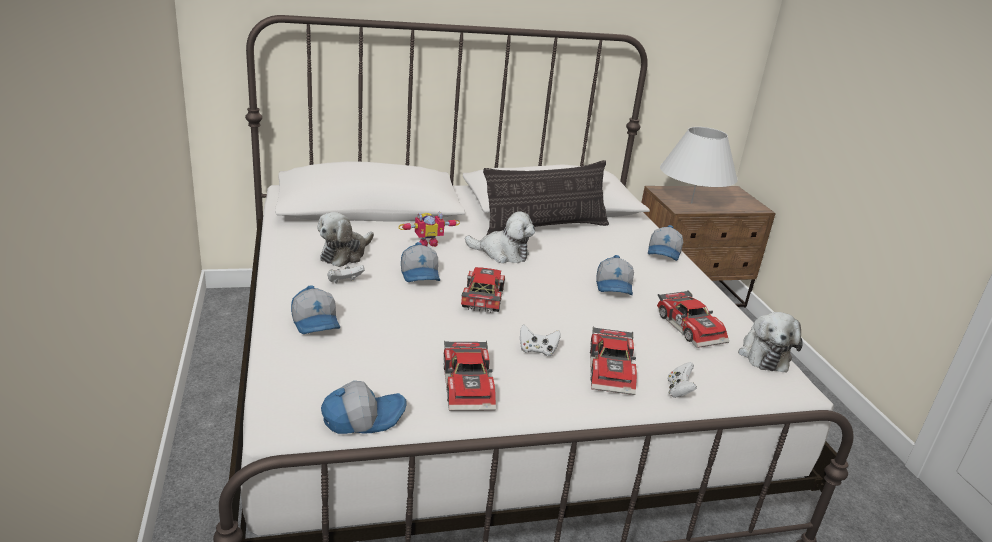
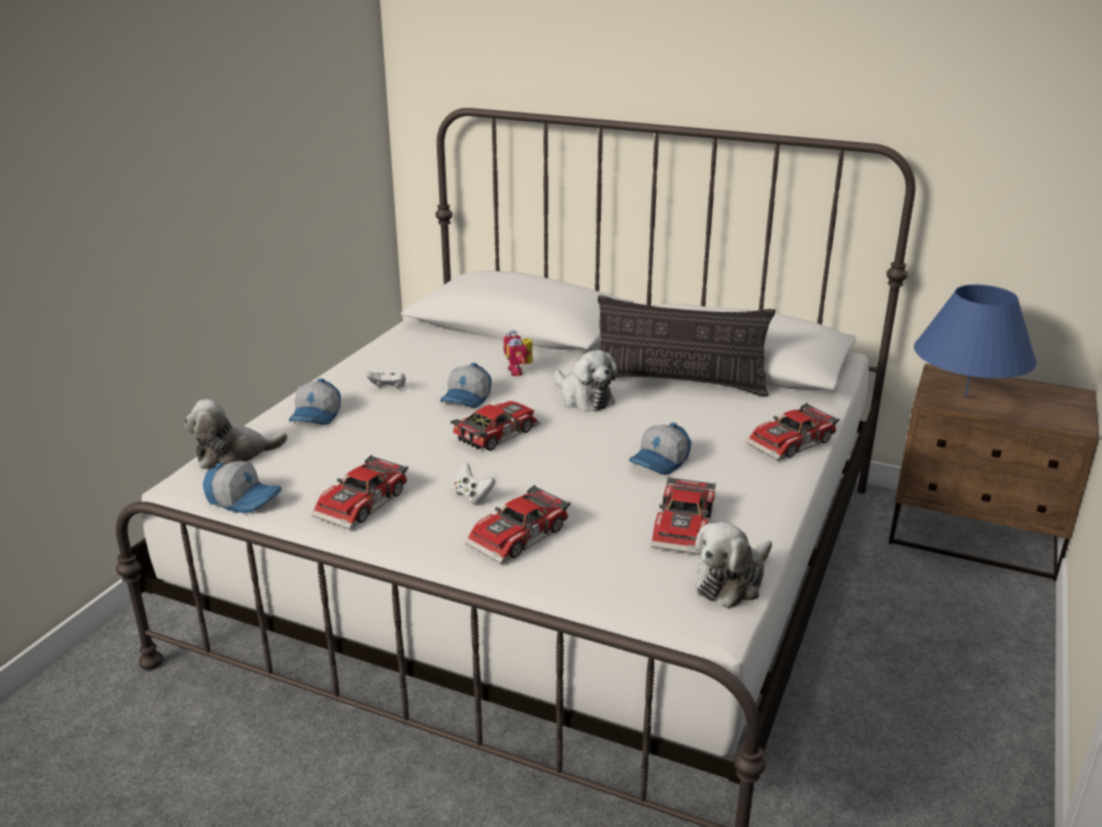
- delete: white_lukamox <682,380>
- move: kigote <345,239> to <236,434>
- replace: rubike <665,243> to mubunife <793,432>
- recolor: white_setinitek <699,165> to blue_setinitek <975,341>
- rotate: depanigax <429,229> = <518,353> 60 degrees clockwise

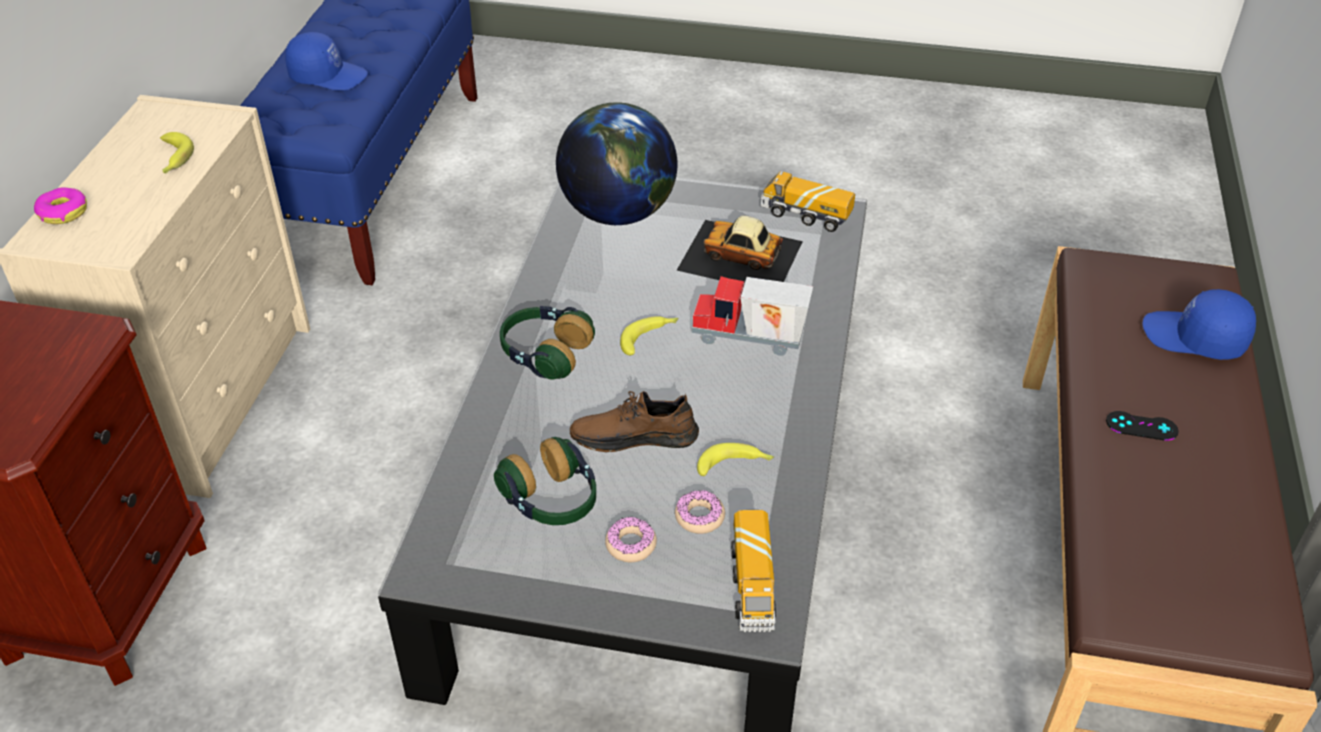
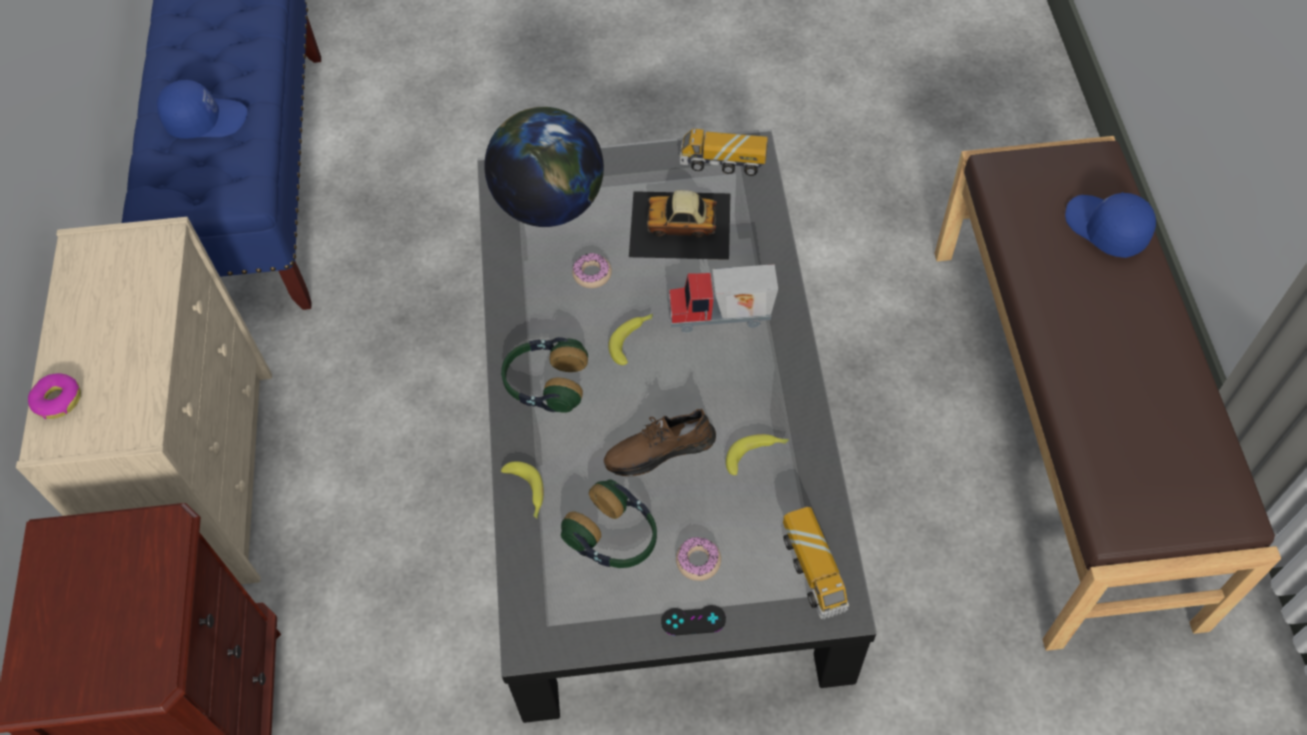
- move: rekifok <177,152> to <522,490>
- move: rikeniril <700,512> to <592,270>
- move: black_lukamox <1142,426> to <693,620>
- rotate: blue_rubike <1199,324> = <1110,225> 45 degrees clockwise

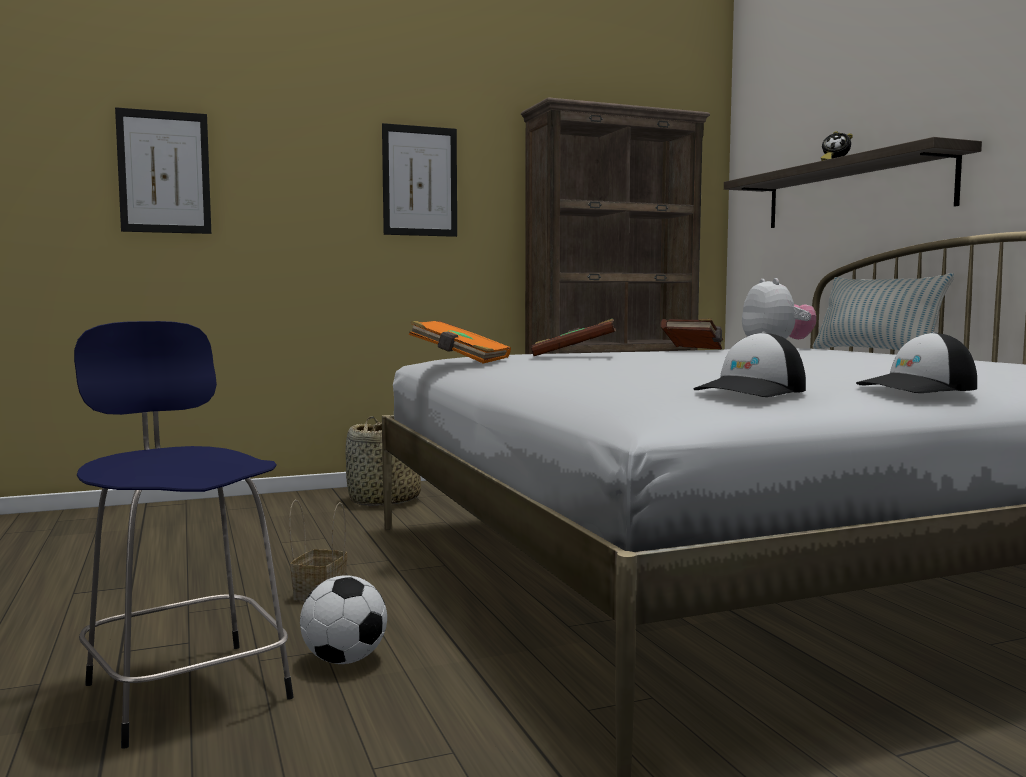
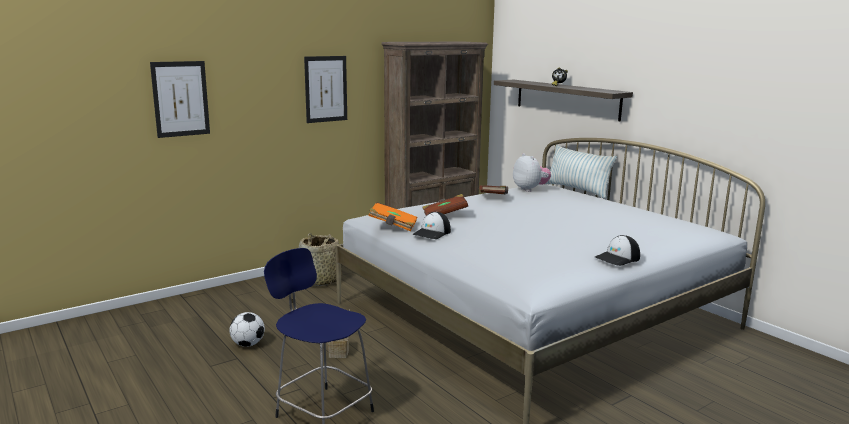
- move: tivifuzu <343,619> to <247,329>
- move: rubike <749,364> to <432,225>

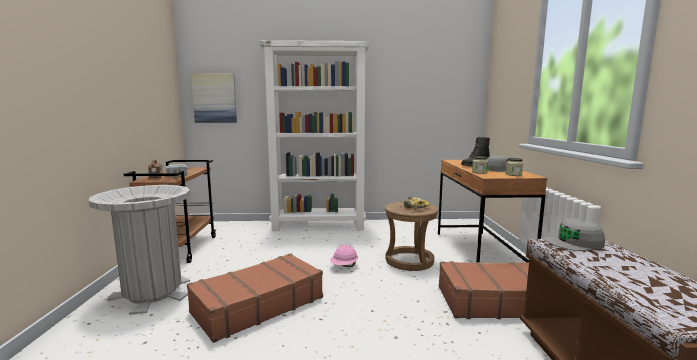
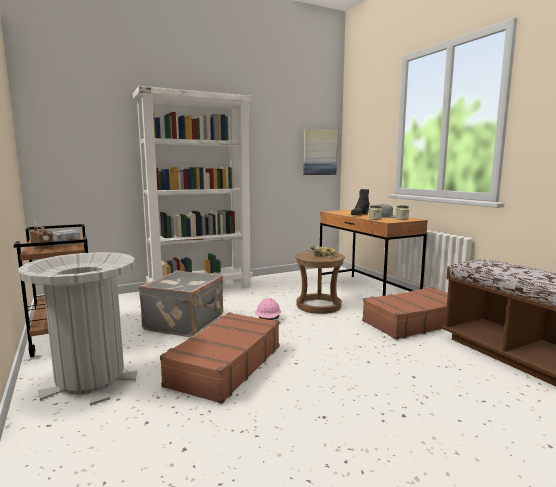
- delete: grey_rubike <575,235>
- insert: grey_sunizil <180,303>
- move: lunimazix <214,98> to <320,152>

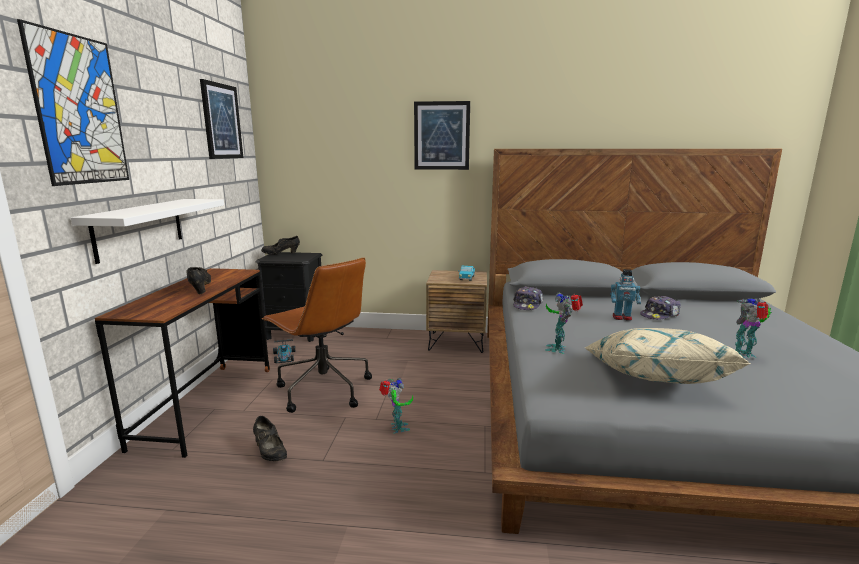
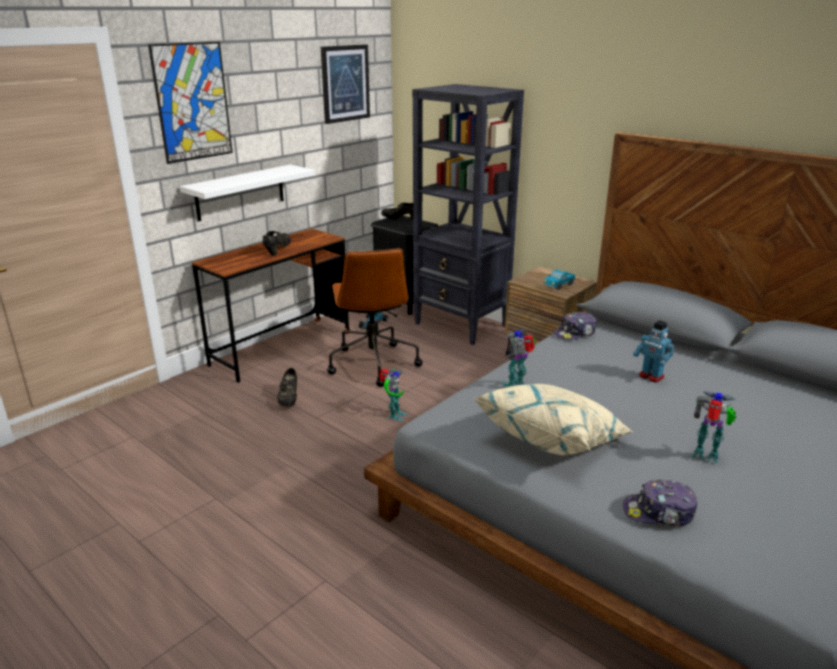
- delete: lunimazix <442,135>
- insert: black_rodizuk <468,214>
- move: rubike <660,308> to <660,503>

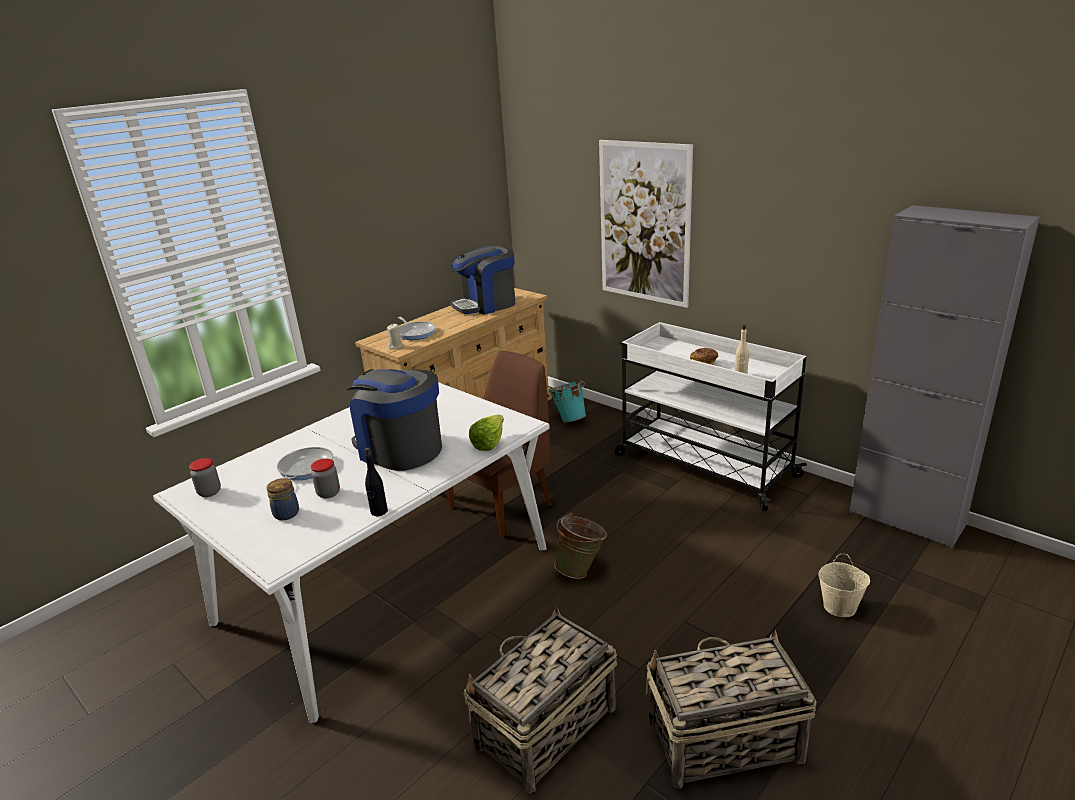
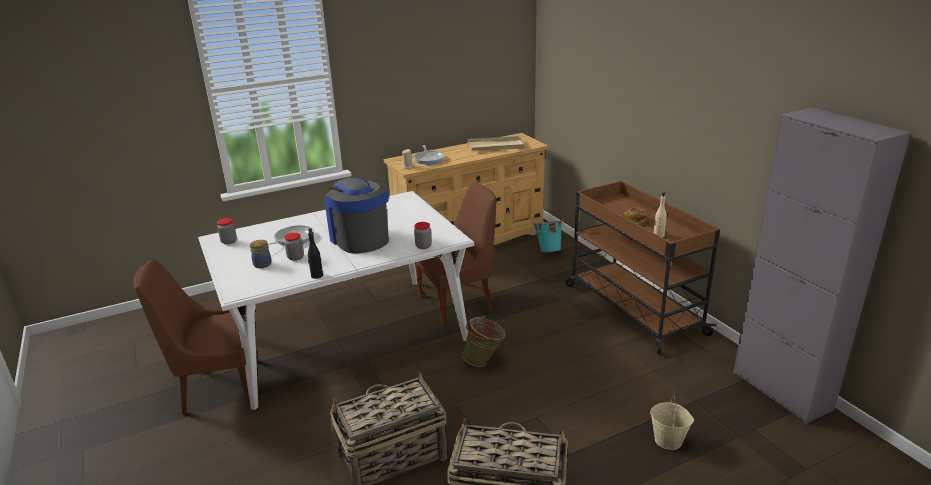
- delete: lunimazix <646,224>
- insert: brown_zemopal <196,336>
- replace: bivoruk <482,280> to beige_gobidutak <496,143>
- replace: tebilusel <486,433> to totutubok <423,235>
- recolor: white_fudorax <710,416> to brown_fudorax <642,268>

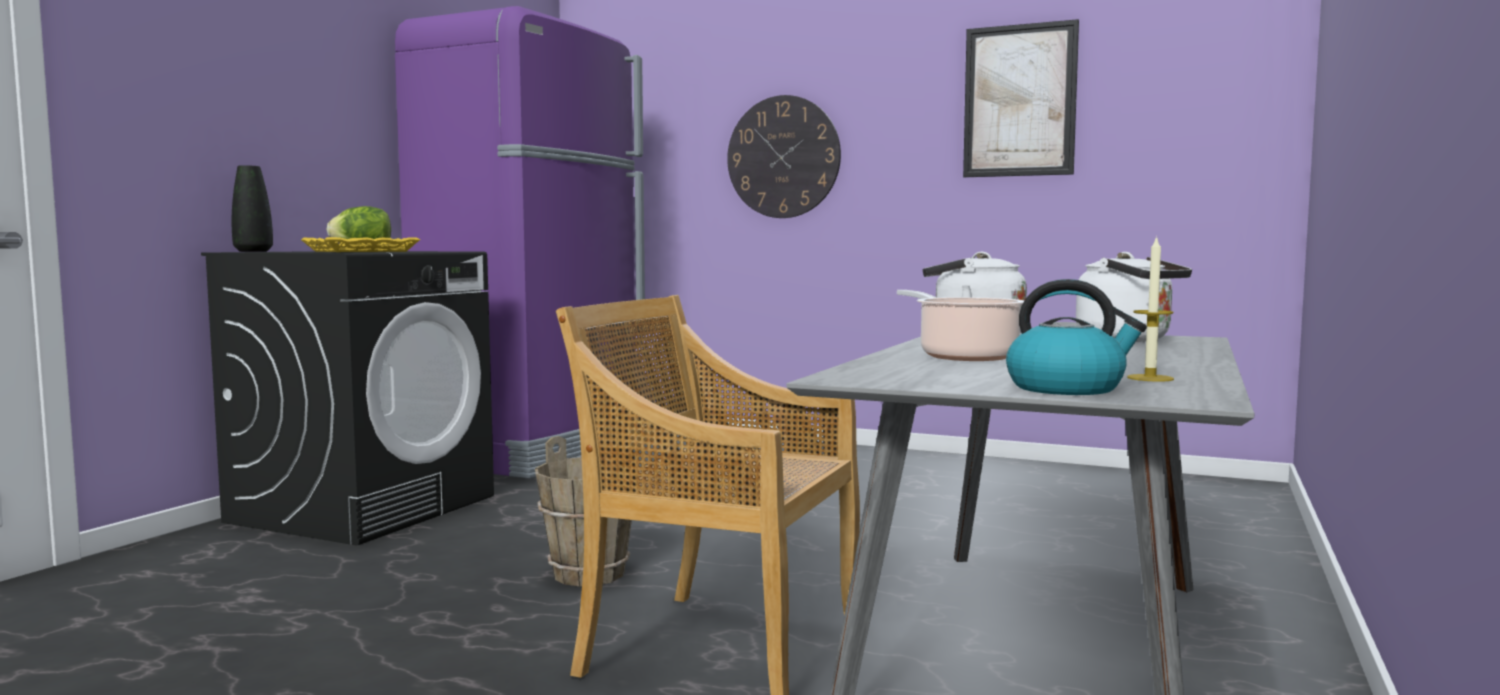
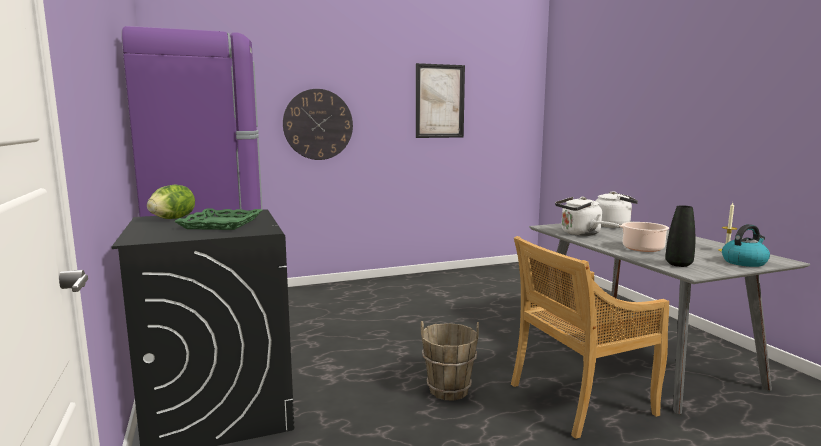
- move: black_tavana <252,208> to <680,236>
- recolor: yellow_gobidutak <360,244> to green_gobidutak <218,219>

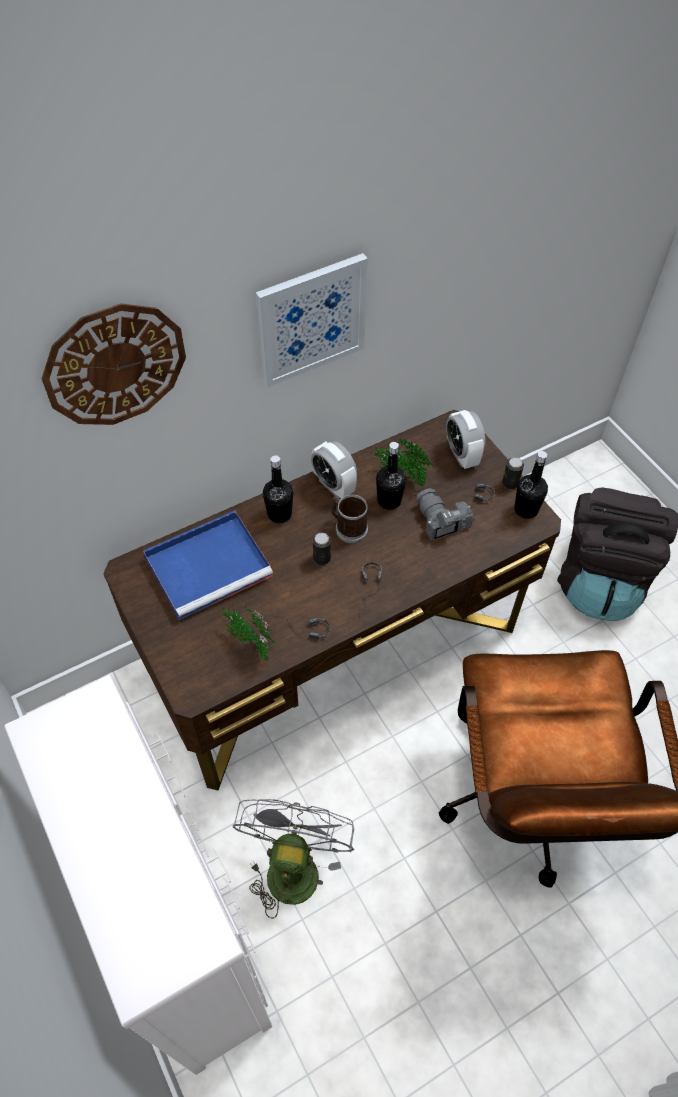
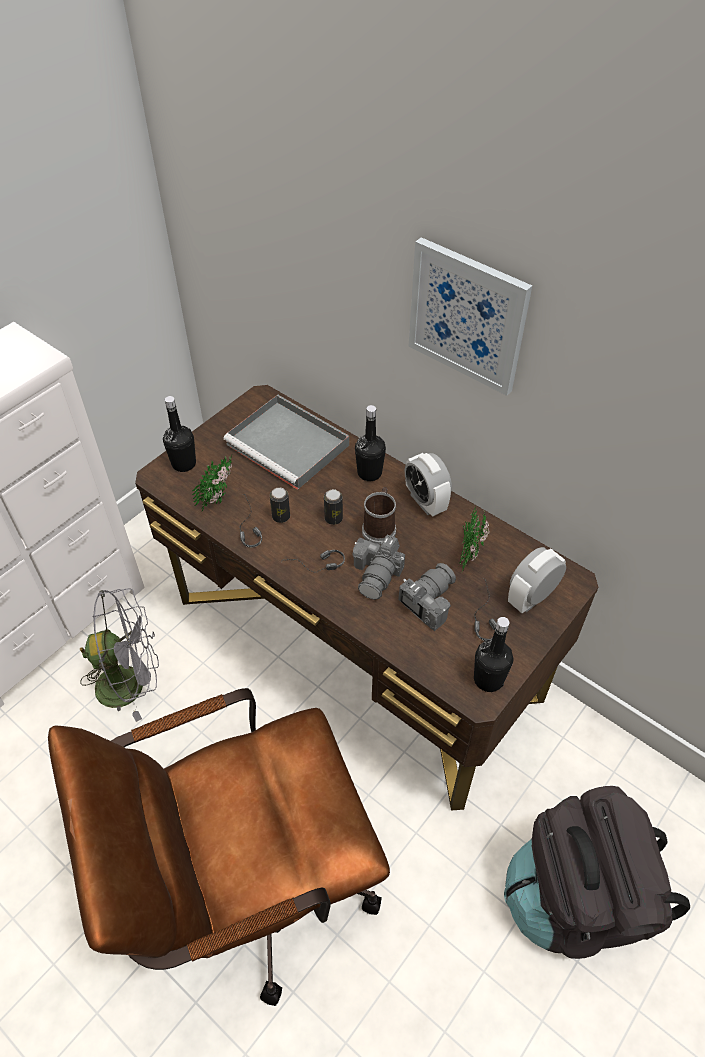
- delete: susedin <114,364>
- insert: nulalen <379,567>
- move: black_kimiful <391,476> to <179,434>
- move: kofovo <513,473> to <280,505>
- recolor: blue_gobidutak <208,565> to grey_gobidutak <286,442>
- rotate: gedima <334,469> = <428,485> 60 degrees counterclockwise

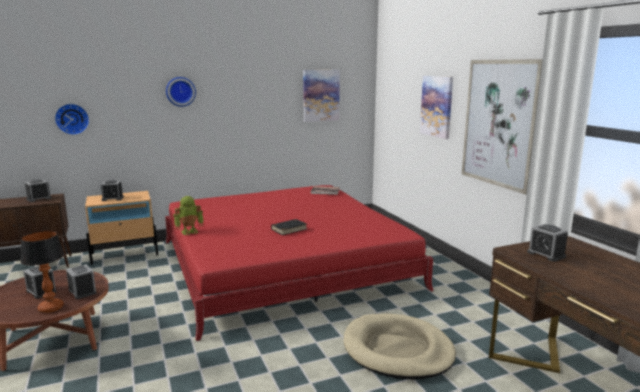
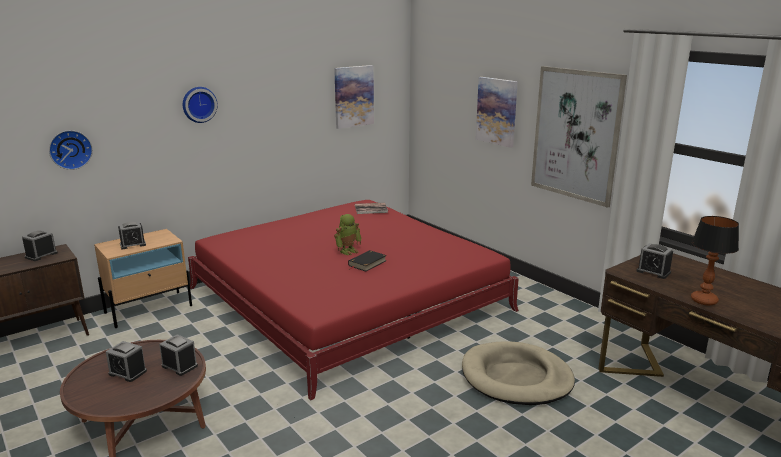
- move: setinitek <42,272> to <715,260>
- move: depanigax <188,215> to <347,235>

